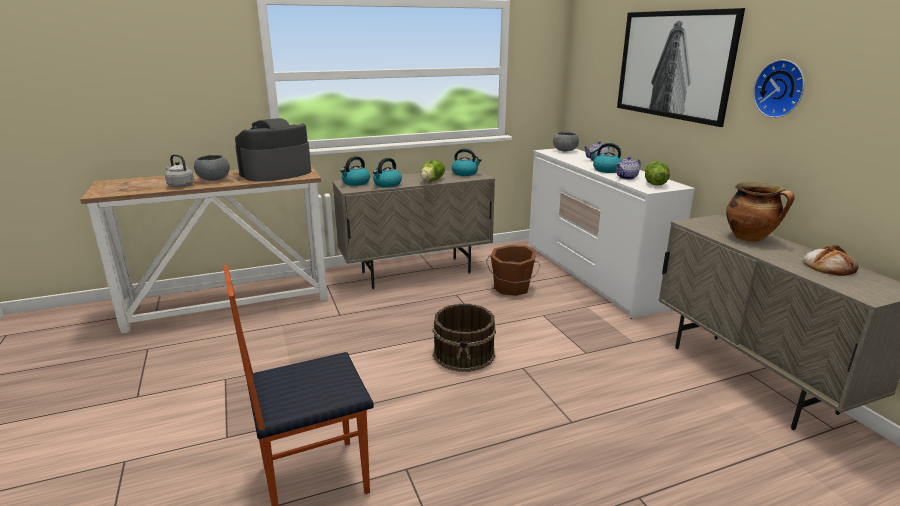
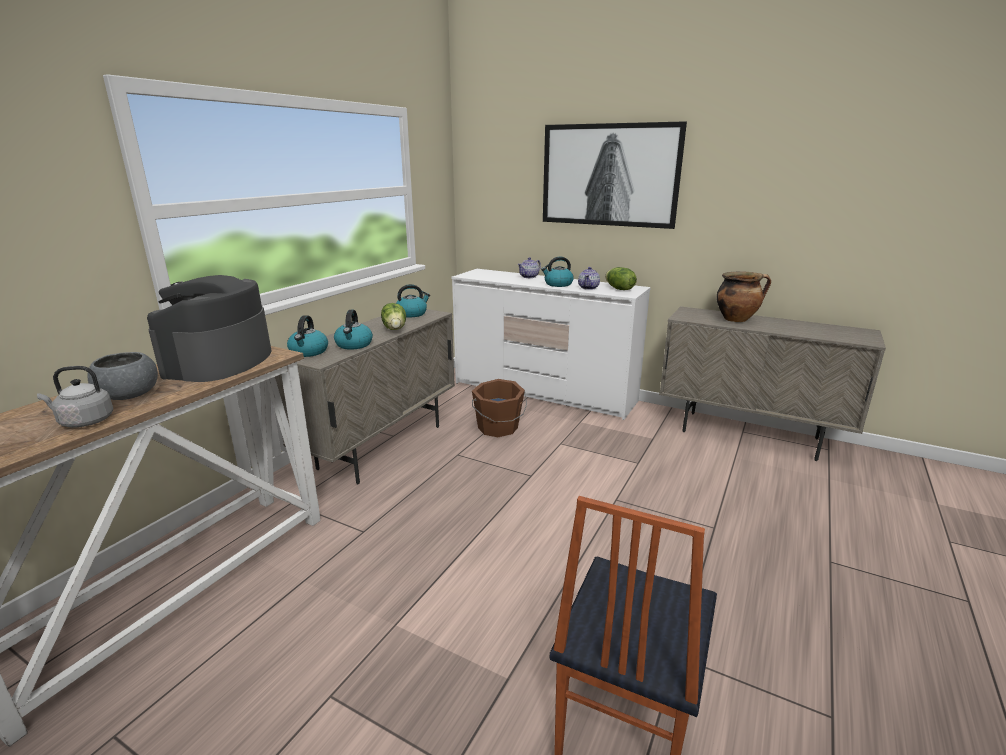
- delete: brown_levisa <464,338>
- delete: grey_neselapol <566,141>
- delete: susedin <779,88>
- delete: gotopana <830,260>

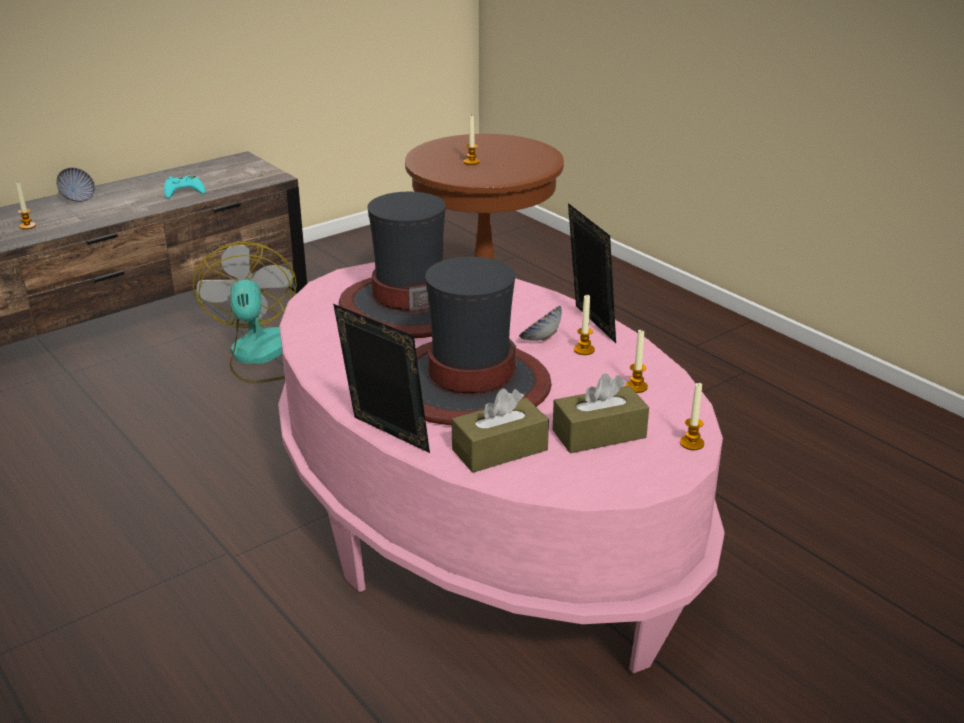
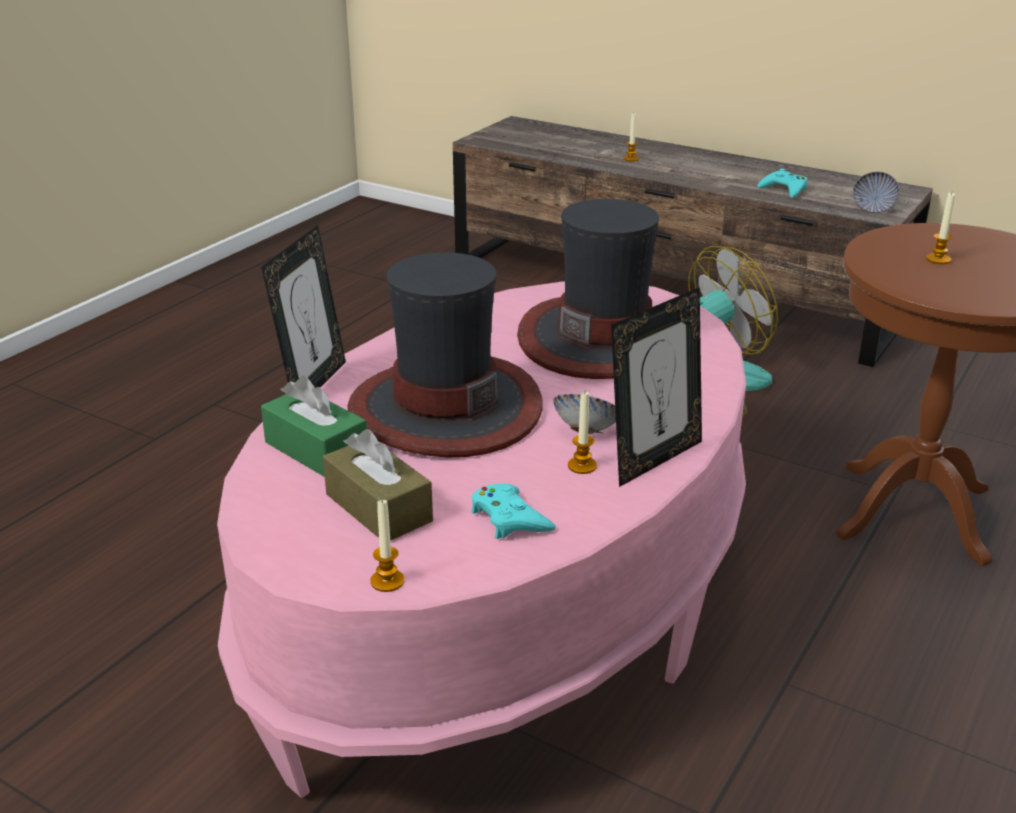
- move: neselapol <75,184> to <876,192>
- replace: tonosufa <636,361> to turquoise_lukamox <513,511>
- recolor: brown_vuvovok <500,431> to green_vuvovok <314,426>

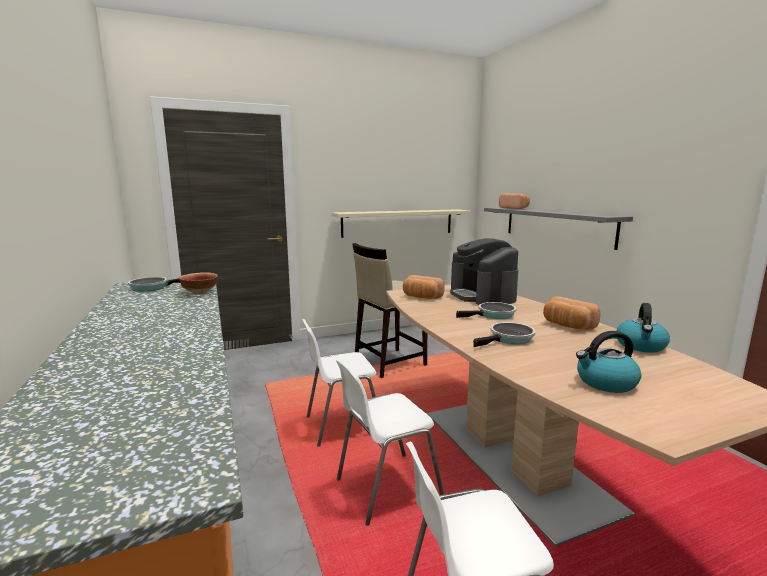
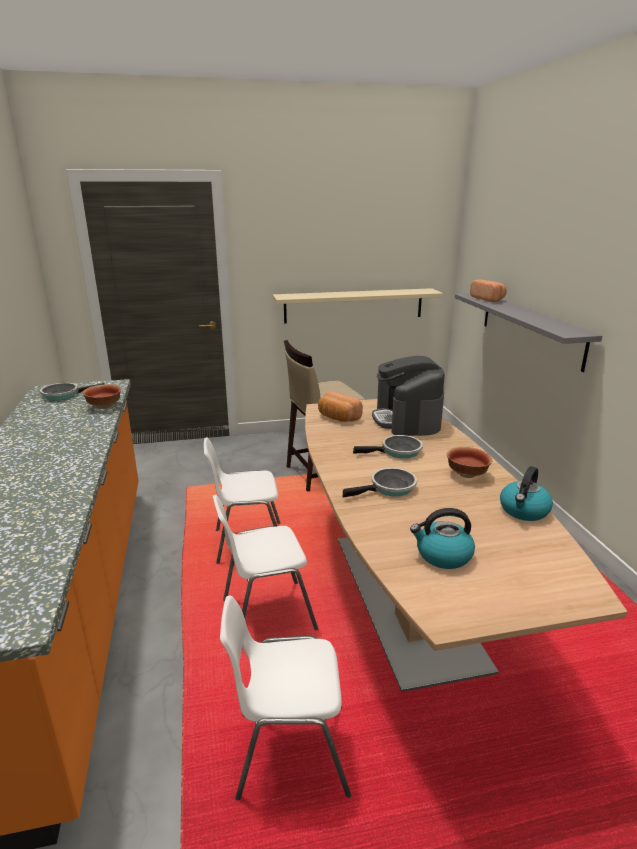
- replace: gotopana <572,313> to neselapol <469,462>

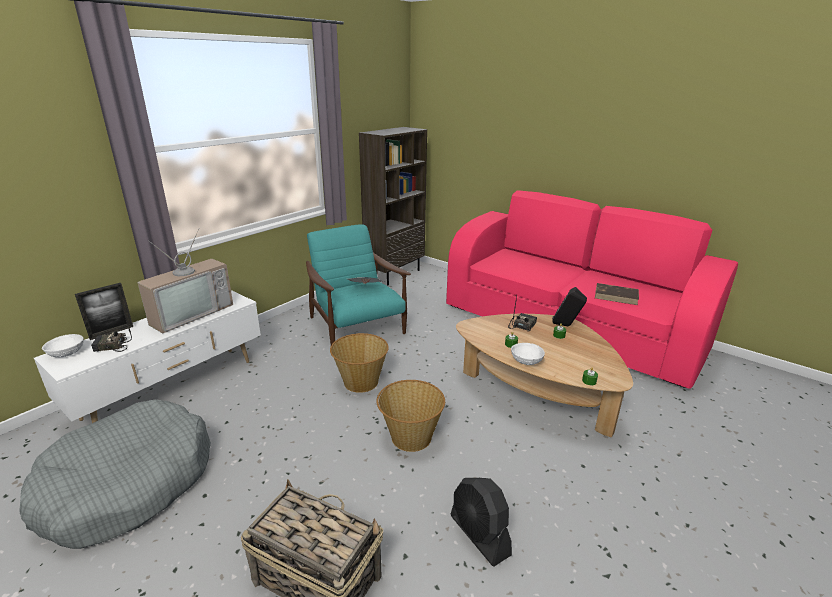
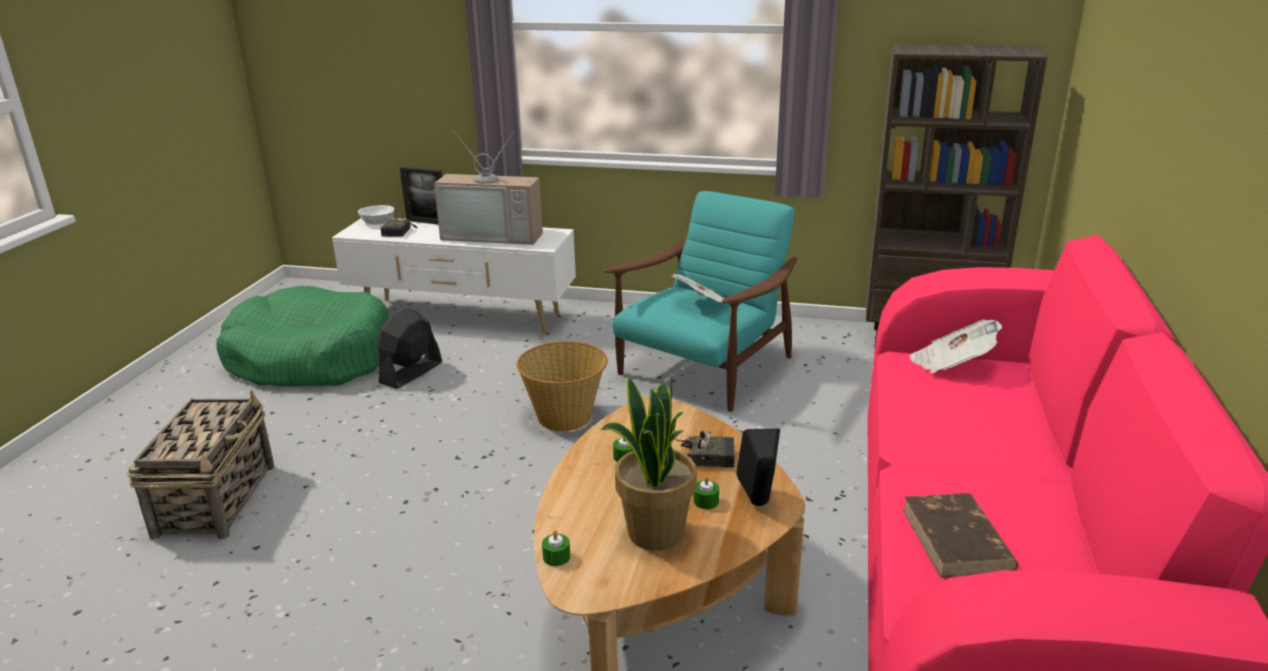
- delete: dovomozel <411,416>
- delete: white_neselapol <528,354>
- insert: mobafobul <649,463>
- insert: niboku <955,346>
- move: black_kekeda <481,522> to <409,348>
- recolor: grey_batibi <115,474> to green_batibi <302,336>
- rotate: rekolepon <111,328> = <399,205> 135 degrees counterclockwise

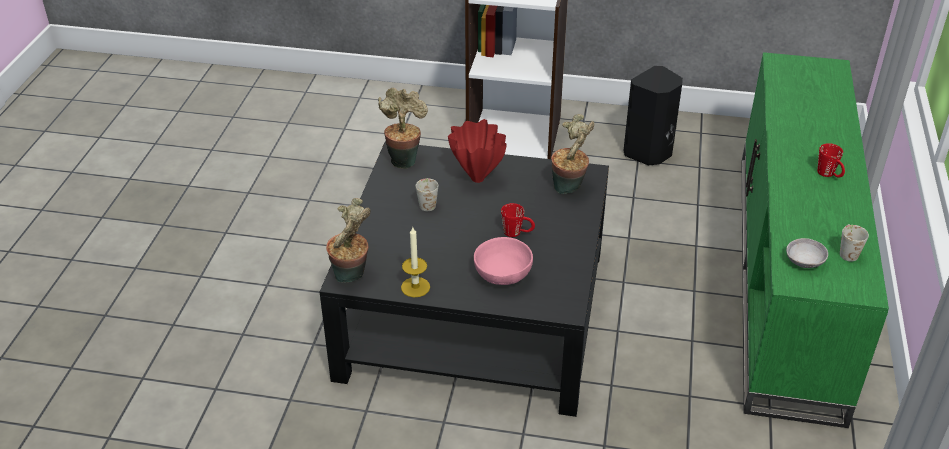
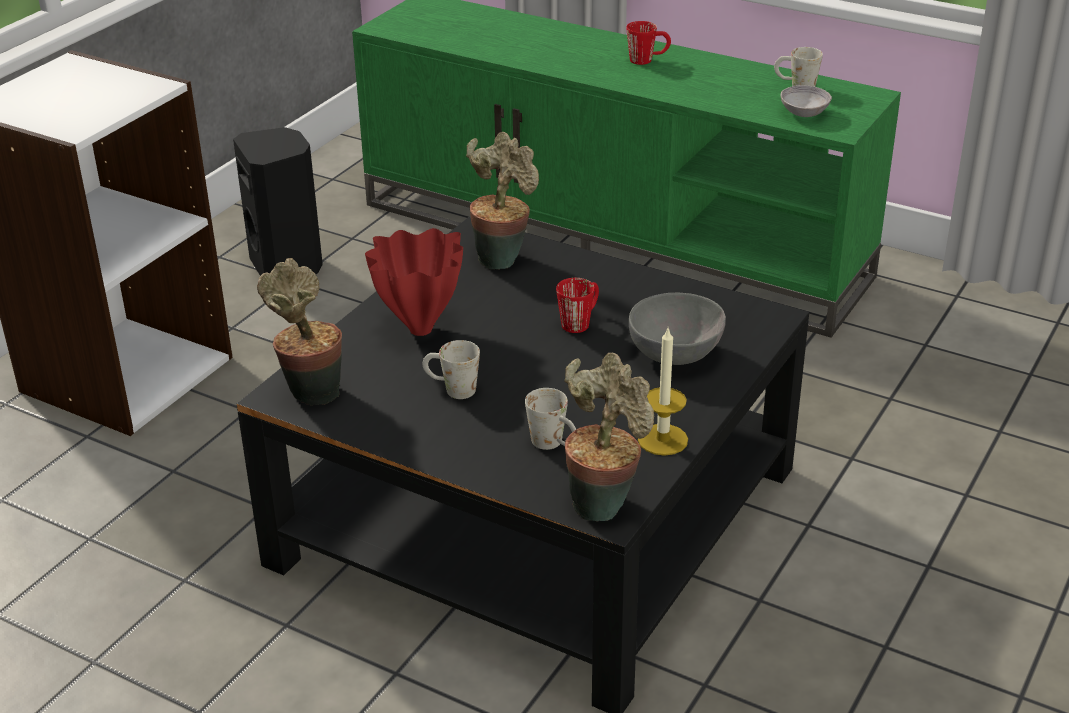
- insert: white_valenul <550,419>
- recolor: pink_neselapol <503,261> to grey_neselapol <677,329>

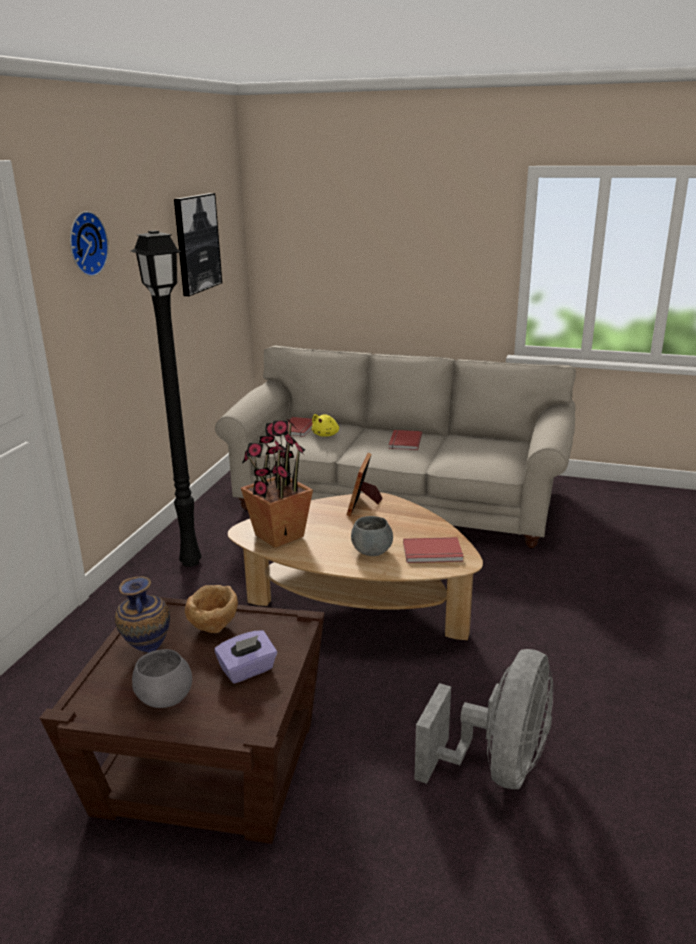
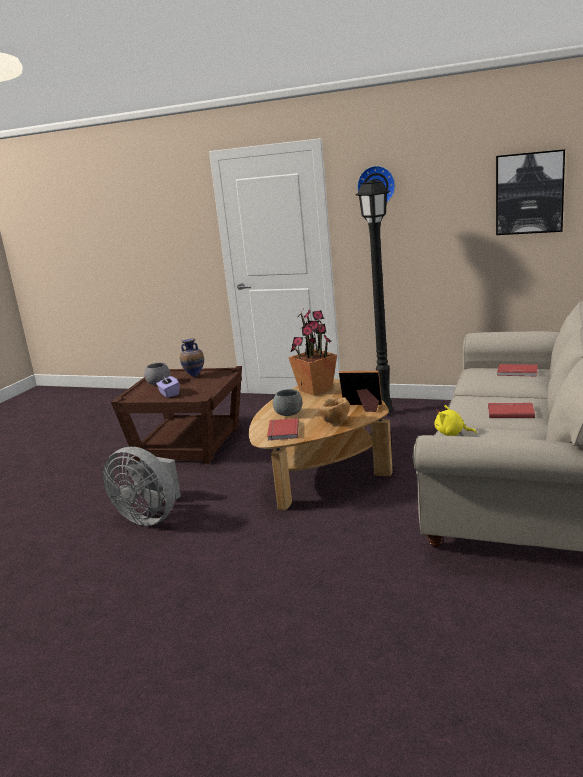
- move: brown_neselapol <211,609> to <334,410>
- move: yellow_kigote <325,425> to <456,420>

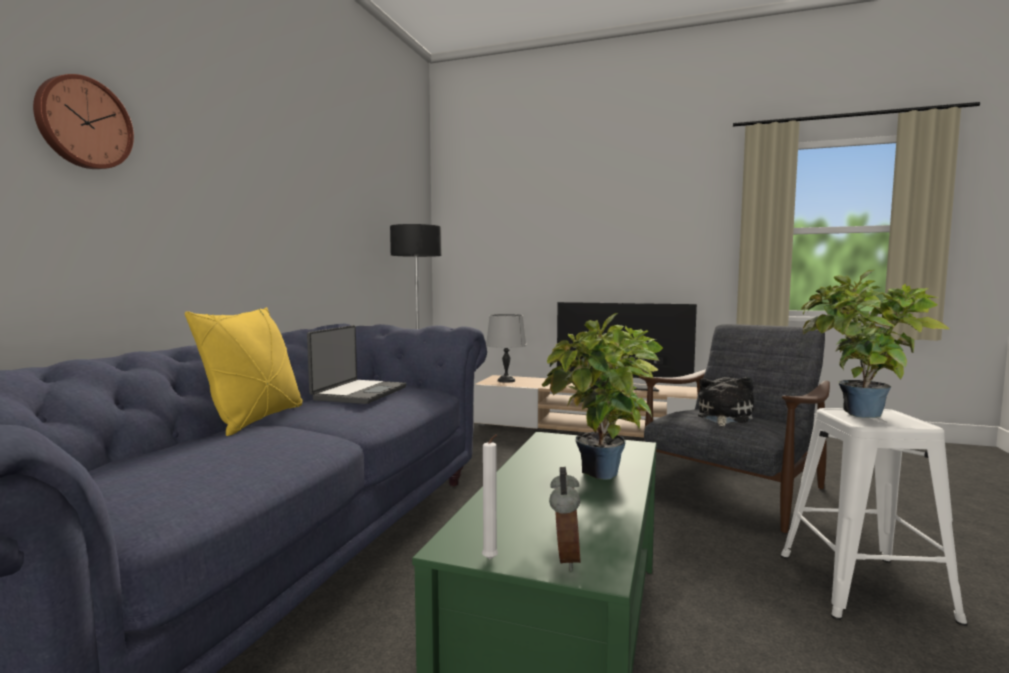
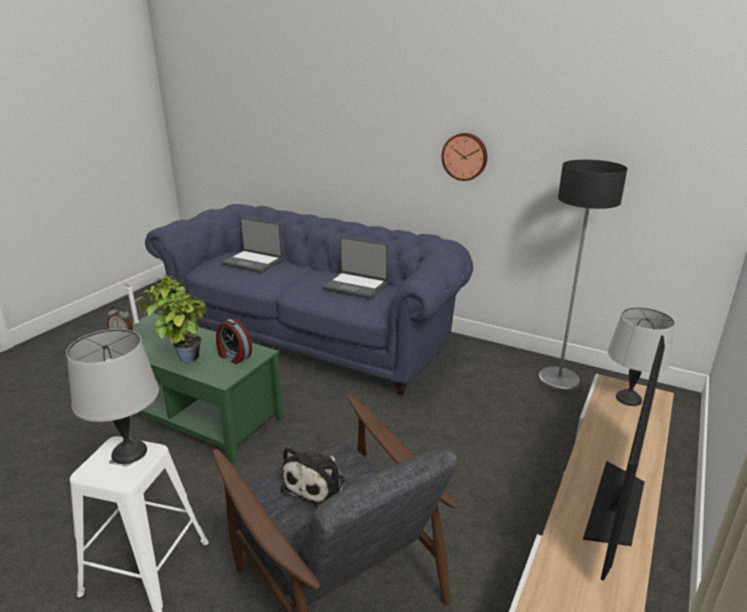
- delete: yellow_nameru <243,371>
- insert: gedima <234,341>
- insert: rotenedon <252,245>
- move: susedin <83,121> to <464,157>
- replace: mobafobul <875,344> to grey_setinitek <112,396>
- rotate: kigote <726,402> = <313,476> 75 degrees clockwise

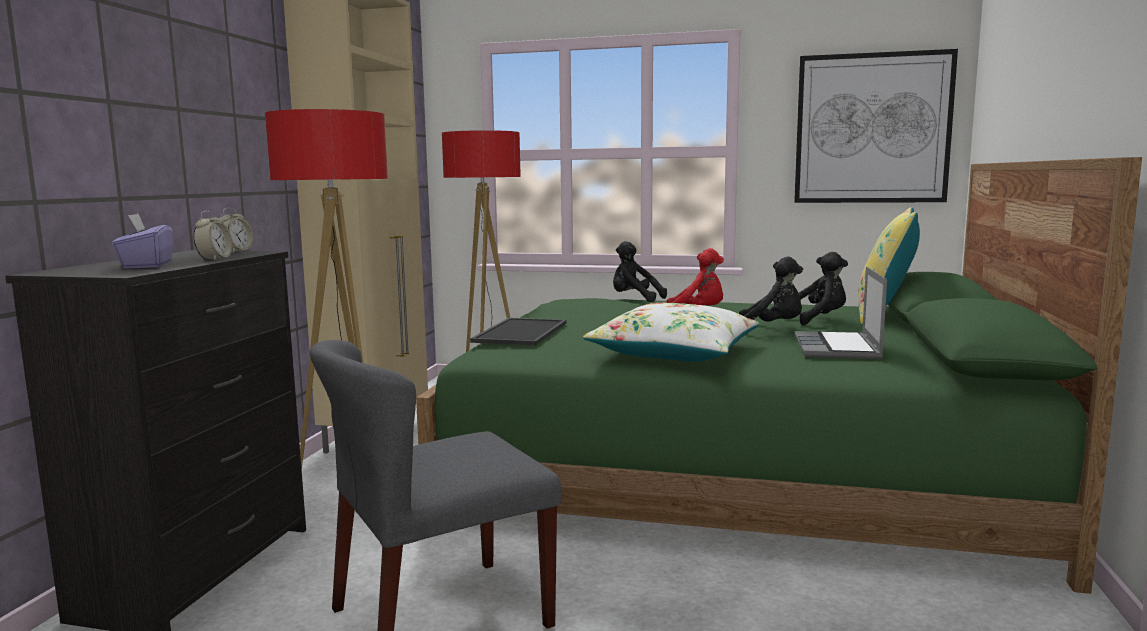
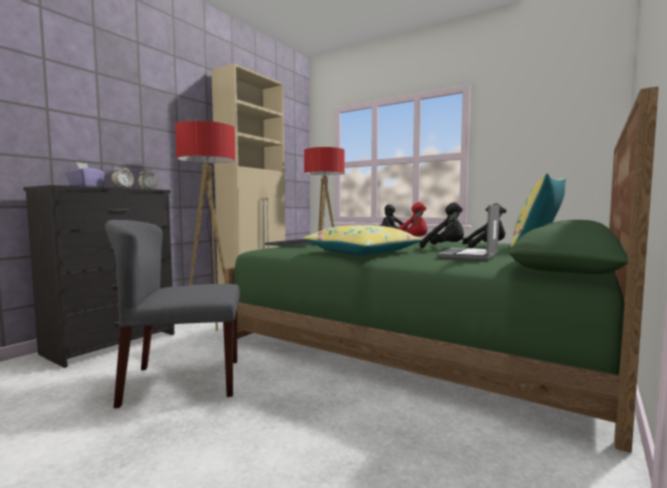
- delete: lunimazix <876,126>
- recolor: white_nameru <671,332> to yellow_nameru <363,240>

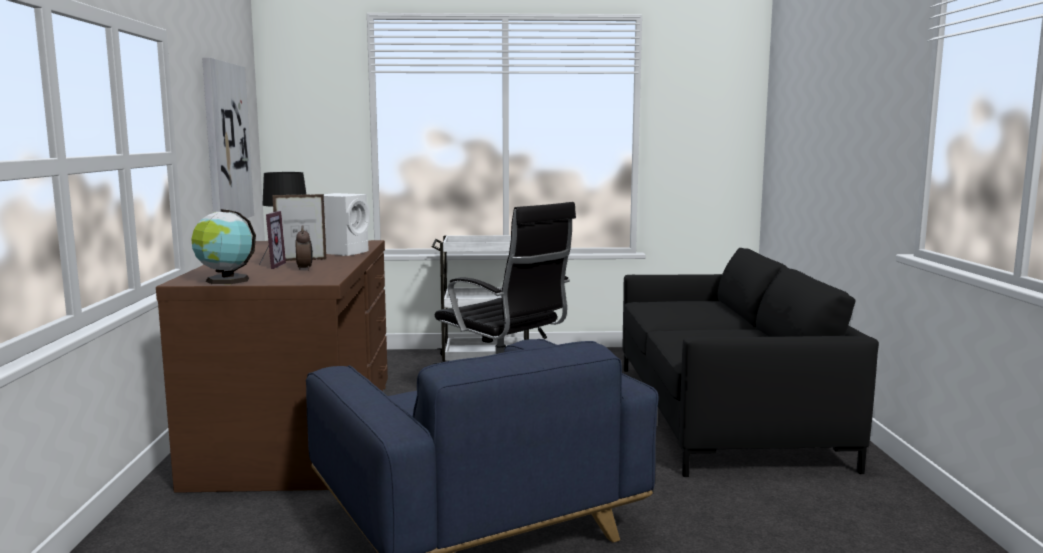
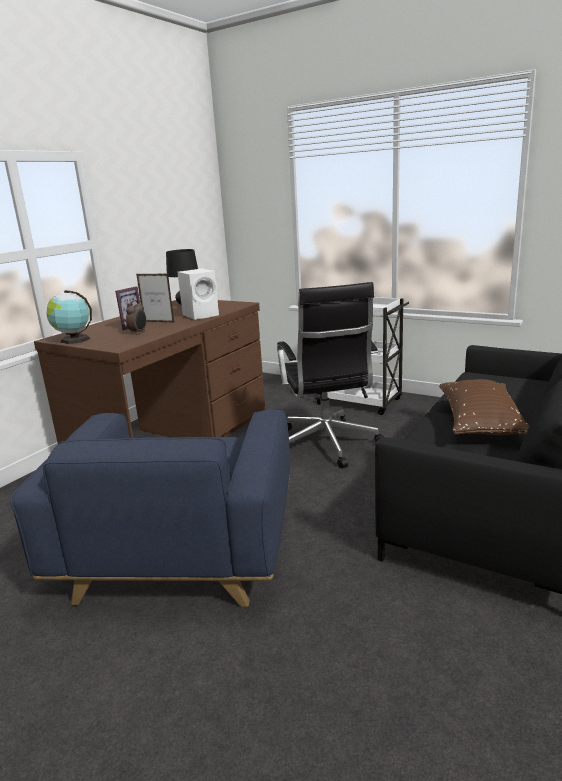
- delete: lunimazix <228,138>
- insert: brown_nameru <484,407>

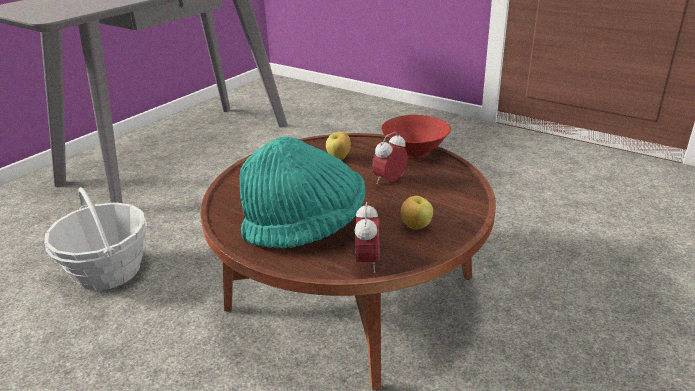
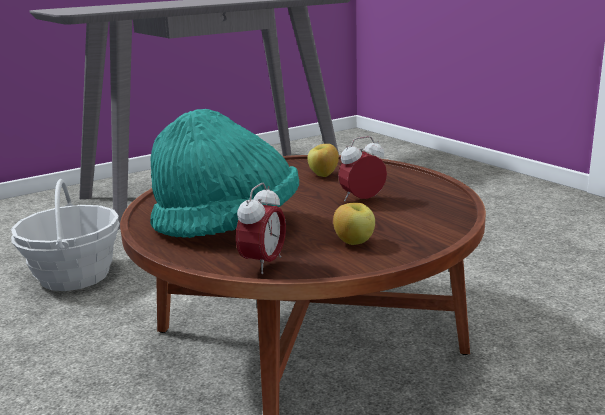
- delete: red_neselapol <416,136>

